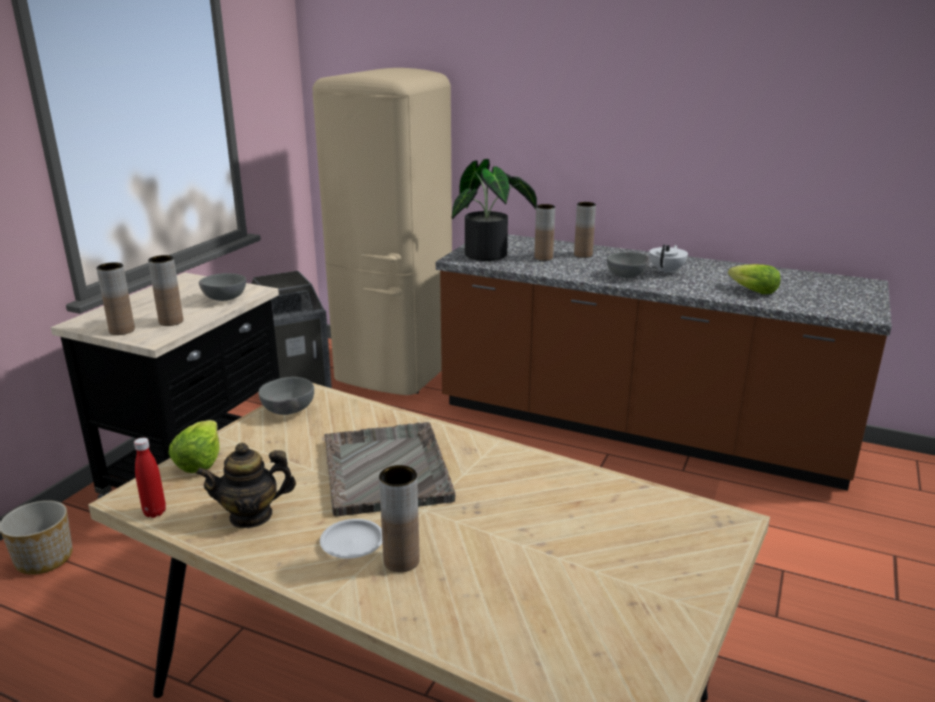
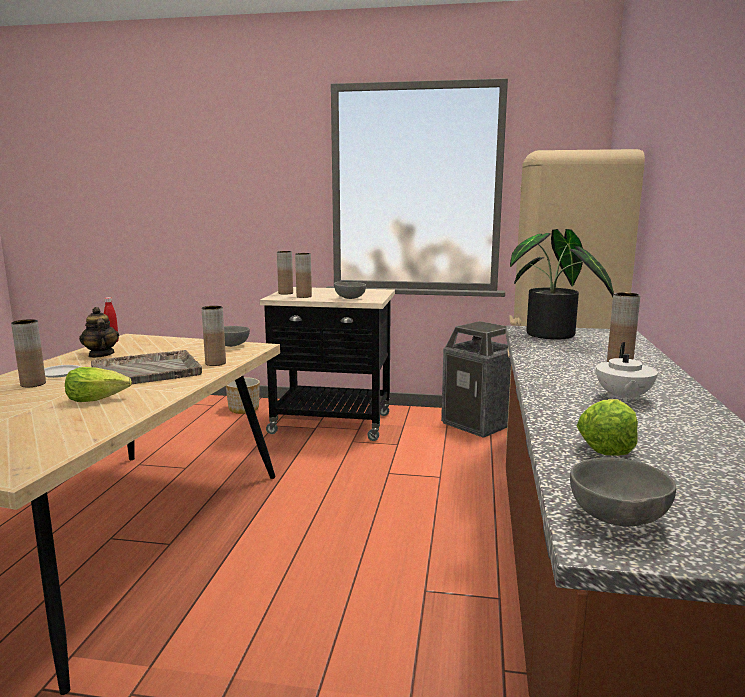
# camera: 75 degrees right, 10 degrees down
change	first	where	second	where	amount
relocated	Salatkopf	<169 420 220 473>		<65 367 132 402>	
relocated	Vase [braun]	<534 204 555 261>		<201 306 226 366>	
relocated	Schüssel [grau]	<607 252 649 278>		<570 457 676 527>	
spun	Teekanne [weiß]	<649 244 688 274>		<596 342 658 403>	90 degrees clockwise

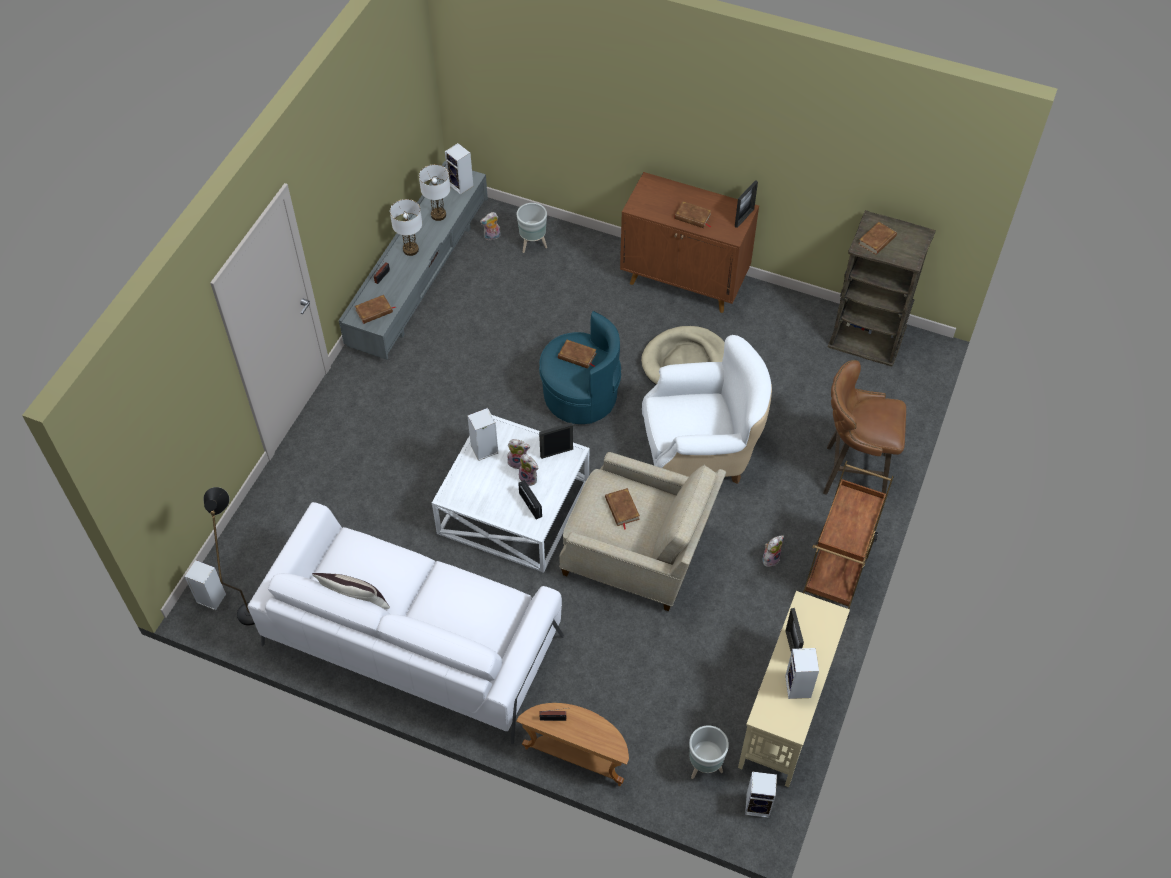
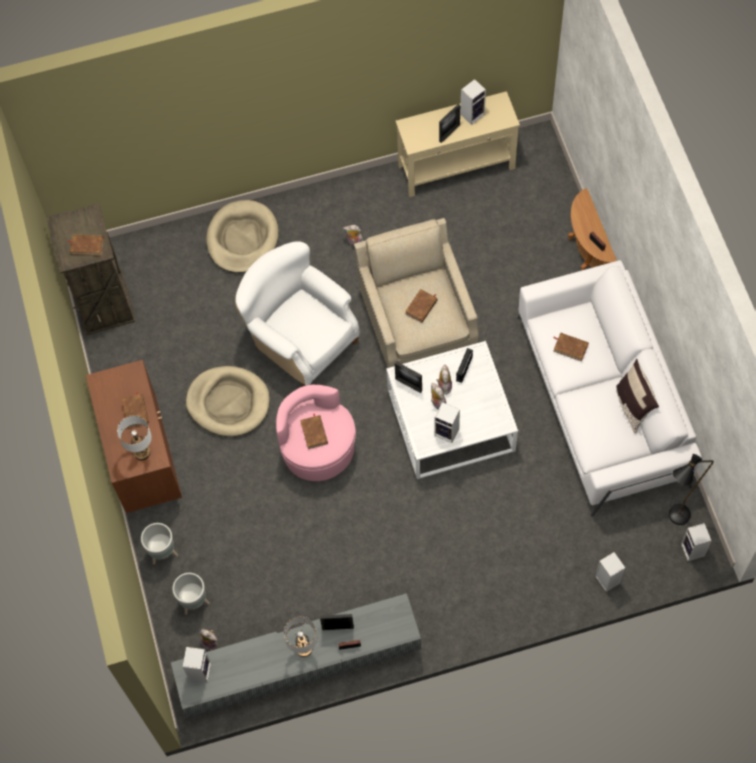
# camera: 125 degrees left, 10 degrees up
change	first	where	second	where	amount
missing	Rollwagen [braun]	<803 461 894 619>			
relocated	Buch [braun]	<355 295 396 324>		<553 333 589 361>	
relocated	Tischlampe	<419 164 450 221>		<117 415 152 460>	
relocated	Pflanzkübel [grau]	<689 725 729 779>		<141 523 178 564>	
relocated	Bilderrahmen	<735 180 758 228>		<320 614 354 630>	
relocated	Lautsprecher	<745 771 777 818>		<595 552 626 592>	
exchanged	Hocker [braun]	<823 360 906 495>	Hundebett [beige]	<206 200 279 273>	
colour	Sessel [türkis]	<539 311 621 424>	Sessel [rosa]	<276 385 356 481>	

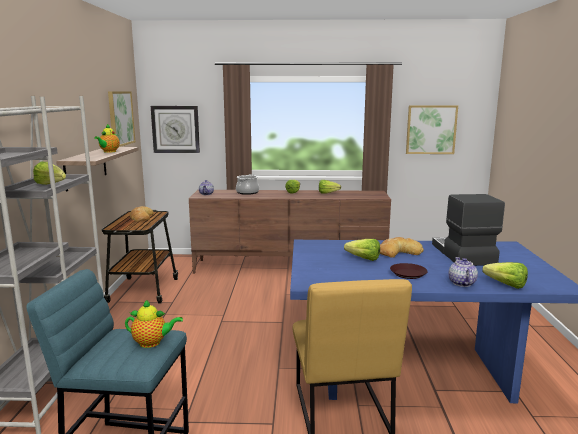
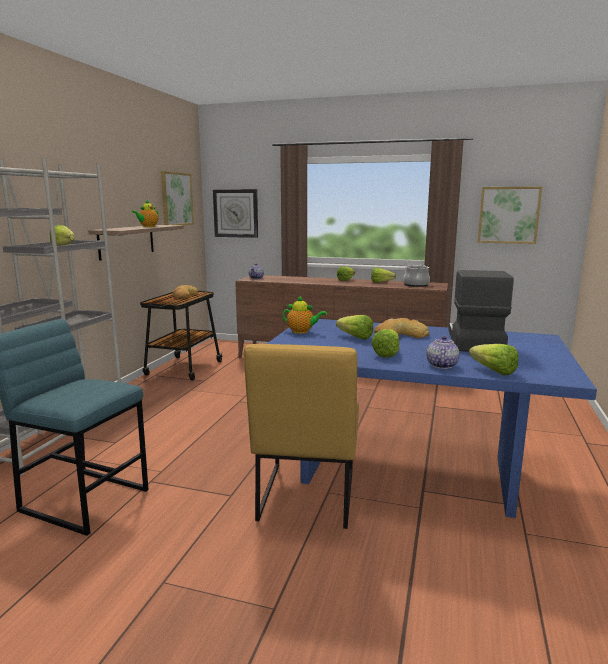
# camera: 15 degrees right, 0 degrees up
change	first	where	second	where	amount
relocated	Teekanne	<125 300 183 348>		<283 296 327 334>	
relocated	Kochtopf	<236 174 259 195>		<403 265 430 287>	
exchanged	Teller [braun]	<390 263 428 279>	Salatkopf	<371 329 399 358>	

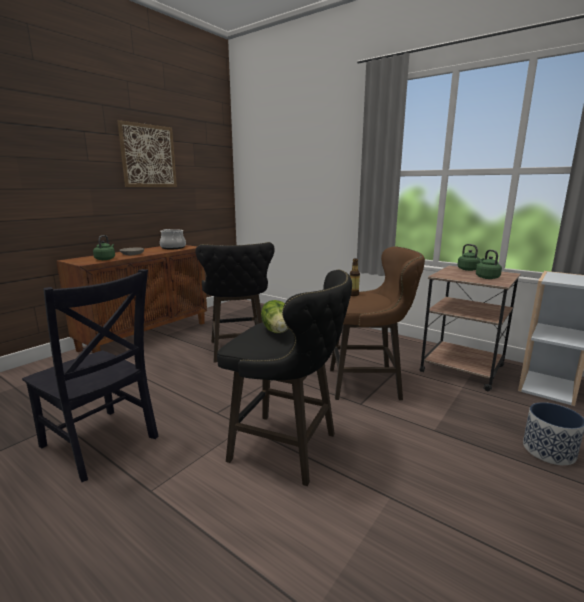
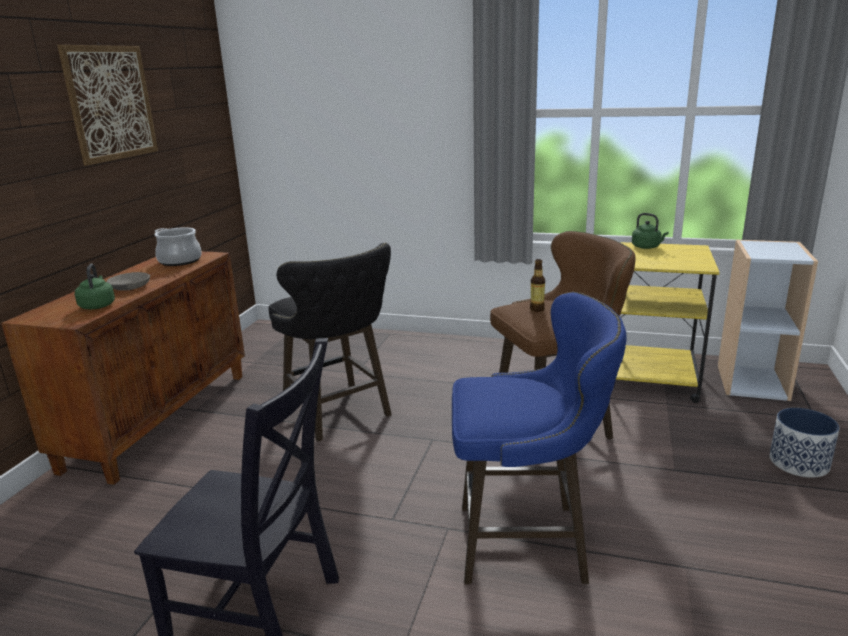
# camera: 20 degrees left, 5 degrees up
change	first	where	second	where	amount
missing	Salatkopf	<261 300 289 333>			
missing	Wasserkessel [grün]	<476 250 502 279>			
colour	Hocker [schwarz]	<217 269 352 486>	Hocker [blau]	<452 292 627 584>	
colour	Rollwagen [braun]	<419 266 521 391>	Rollwagen [gelb]	<616 242 720 403>	

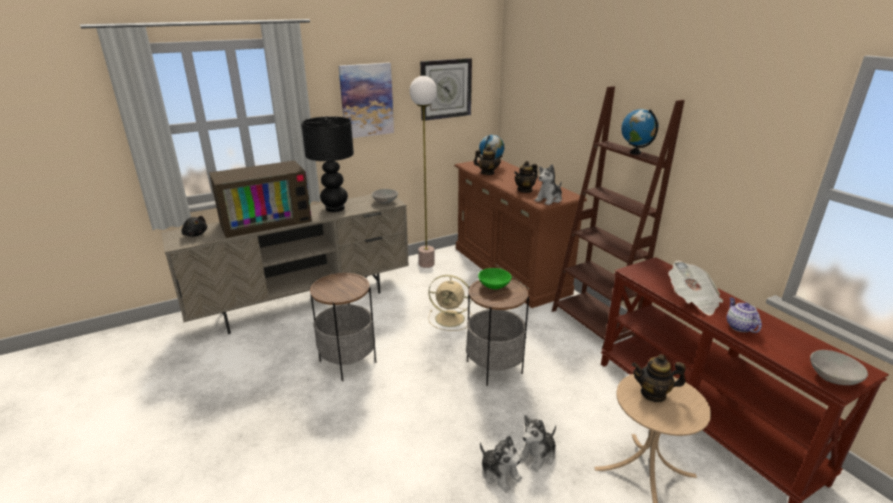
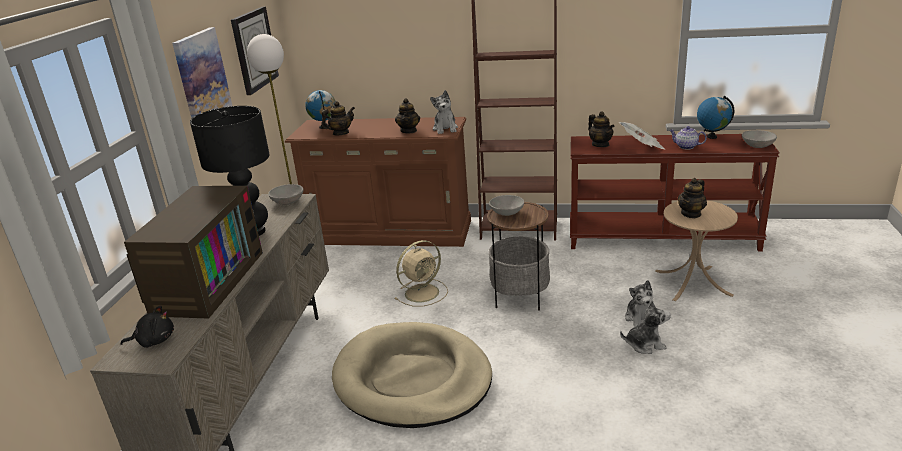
# camera: 50 degrees left, 0 degrees up
change	first	where	second	where	amount
appeared			Teekanne	<588 111 614 147>	
relocated	Globus	<621 109 659 154>		<697 96 734 139>	
exchanged	Beistelltisch	<310 272 376 381>	Hundebett [beige]	<332 322 492 428>	
colour	Schüssel [grün]	<478 268 512 289>	Schüssel [grau]	<489 195 524 216>	

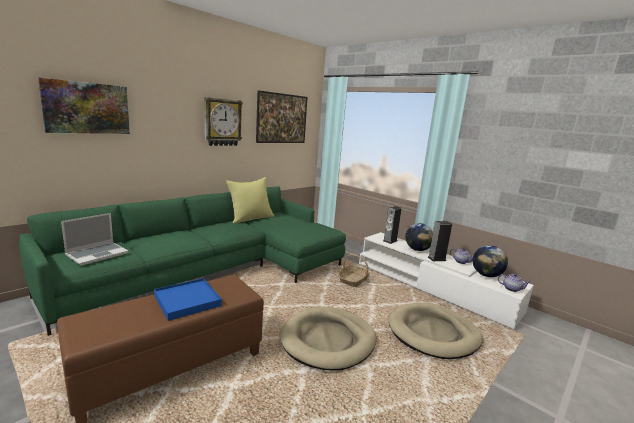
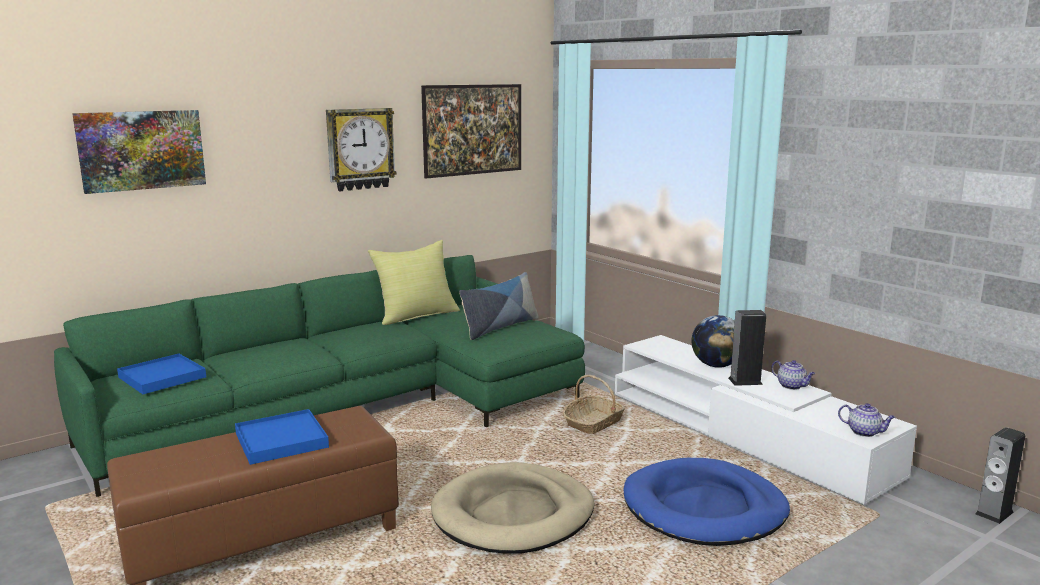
# camera: 10 degrees right, 0 degrees up
change	first	where	second	where	amount
missing	Globus	<472 245 508 277>			
appeared			Kissen	<459 272 539 340>	
relocated	Lautsprecher	<383 206 401 244>		<975 427 1025 524>	
exchanged	Laptop	<61 213 129 266>	Tablett [blau]	<117 354 206 394>	
colour	Hundebett [beige]	<388 303 483 359>	Hundebett [blau]	<624 458 790 546>	

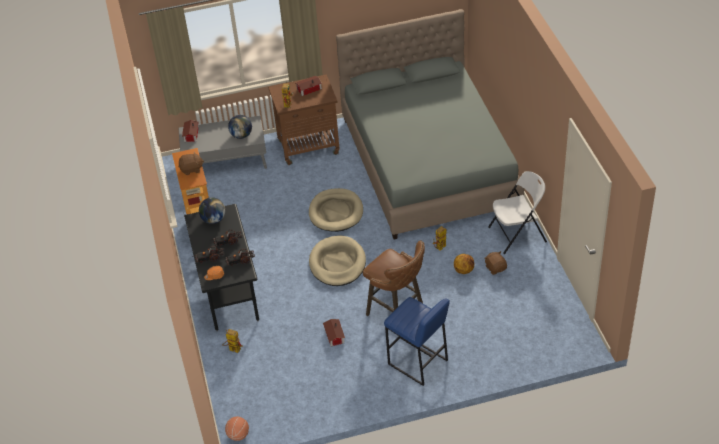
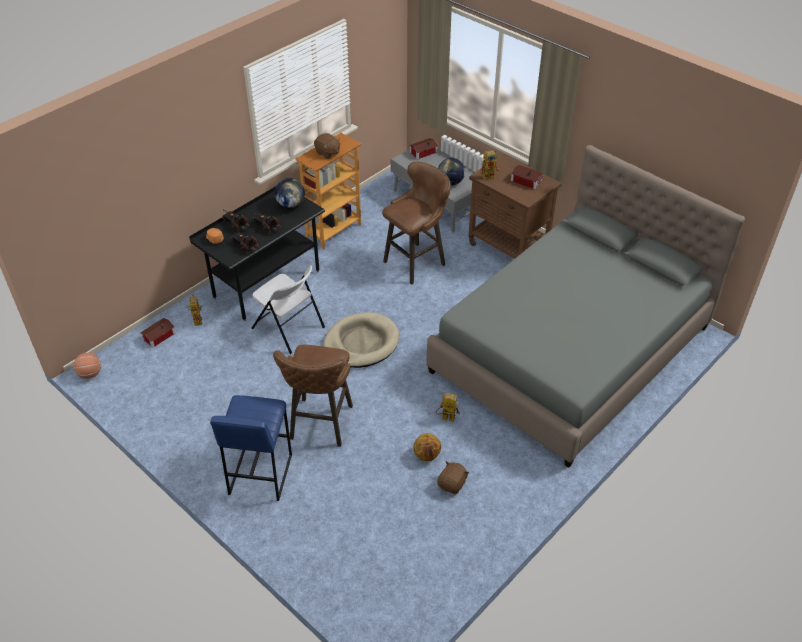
# camera: 55 degrees right, 0 degrees up
change	first	where	second	where	amount
missing	Hundebett [beige]	<309 188 363 232>			
appeared			Hocker [braun]	<382 162 451 285>	
relocated	Spielzeughaus	<323 319 345 347>		<140 318 175 348>	
relocated	Stuhl [weiß]	<488 171 547 254>		<252 265 325 354>	

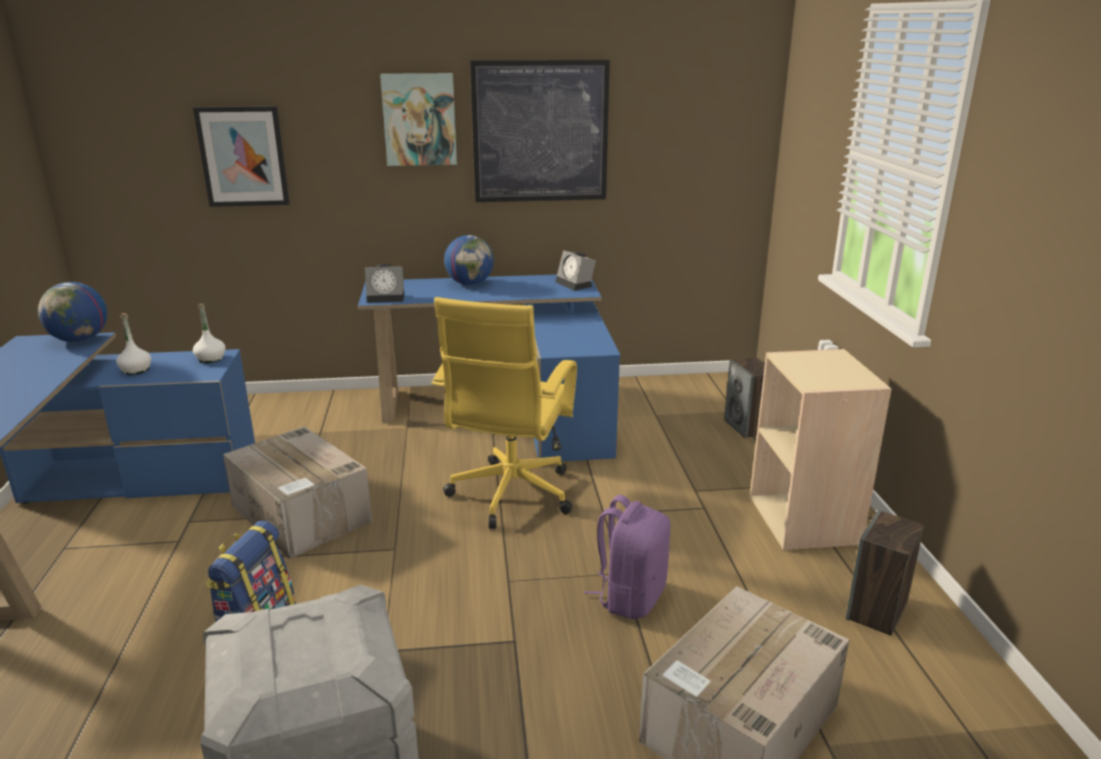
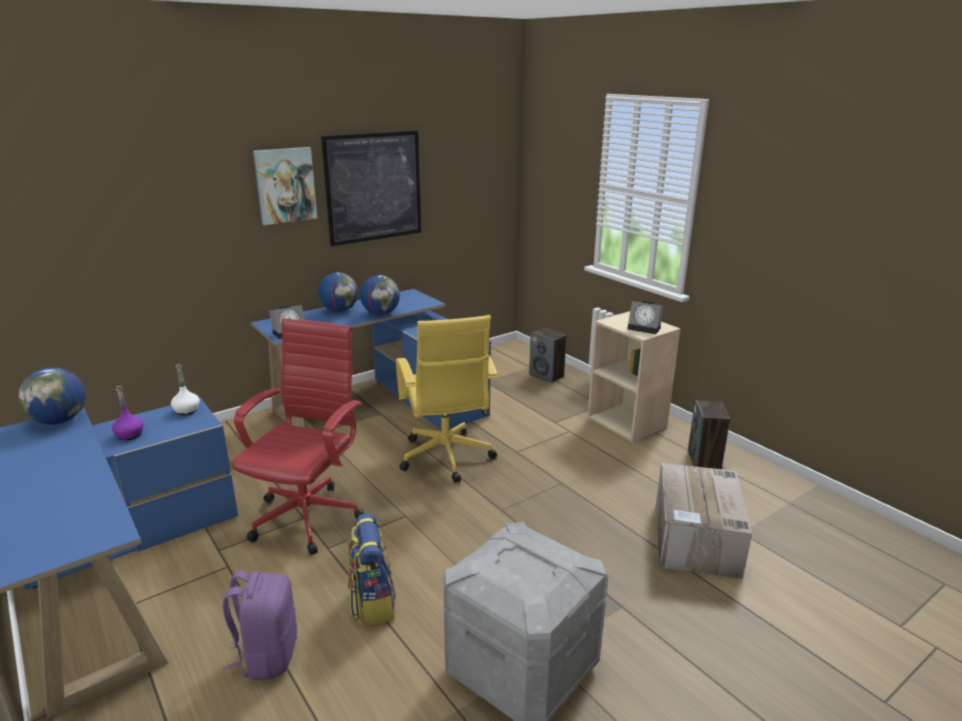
# camera: 30 degrees left, 0 degrees up
change	first	where	second	where	amount
missing	Bild	<193 106 290 207>			
appeared			Globus	<360 275 400 315>	
relocated	Wecker	<555 250 596 291>		<627 301 664 334>	
relocated	Rucksack [lila]	<584 495 670 619>		<223 570 297 680>	
exchanged	Karton	<223 426 372 559>	Bürostuhl [rot]	<231 318 364 555>	
colour	Flasche [weiß]	<116 313 151 375>	Flasche [lila]	<112 386 144 440>	

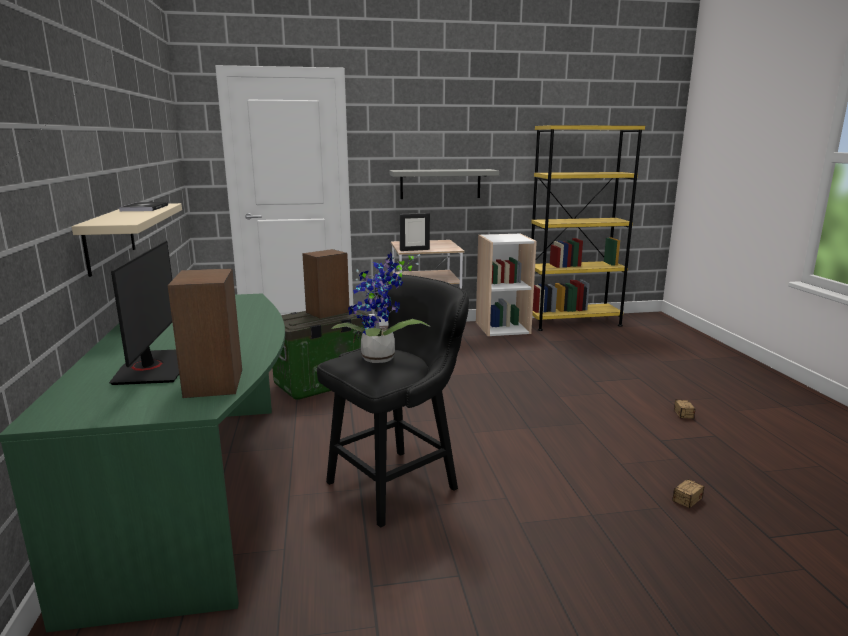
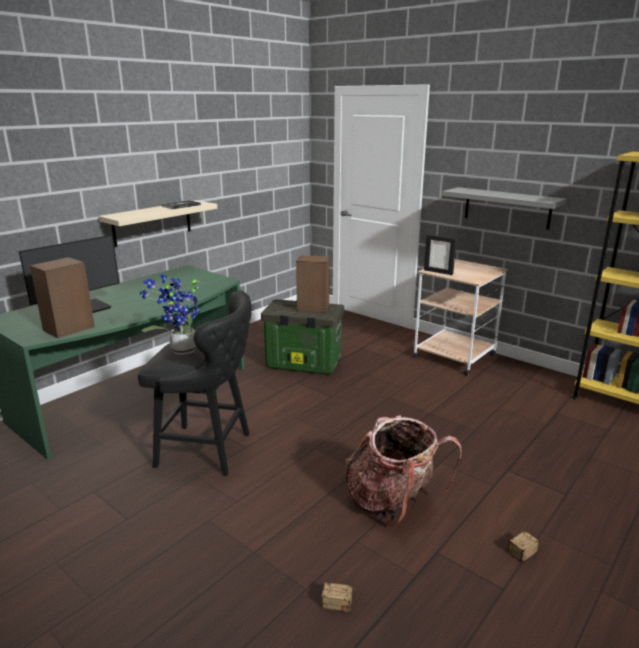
# camera: 50 degrees right, 5 degrees up
change	first	where	second	where	amount
missing	Bücherregal	<476 234 537 336>			
appeared			Rucksack	<345 415 462 527>	

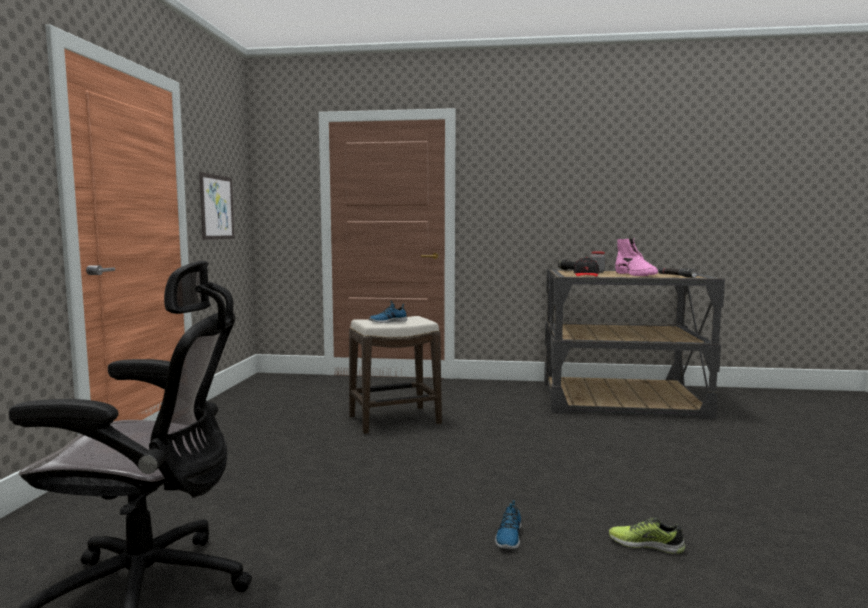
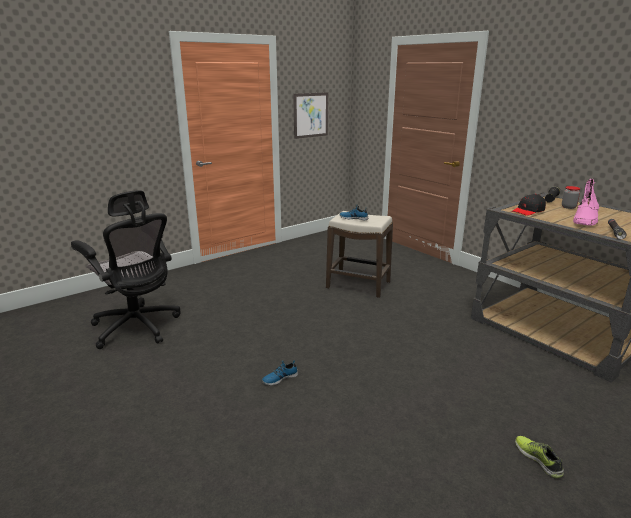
# camera: 45 degrees right, 15 degrees up
change	first	where	second	where	amount
relocated	Schuh	<609 517 685 554>		<515 436 564 478>	

